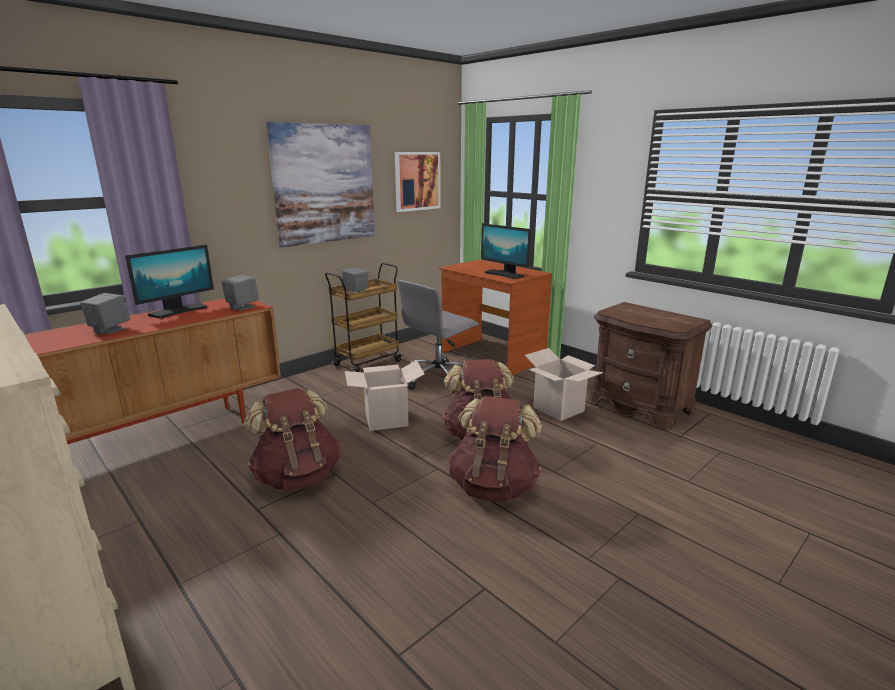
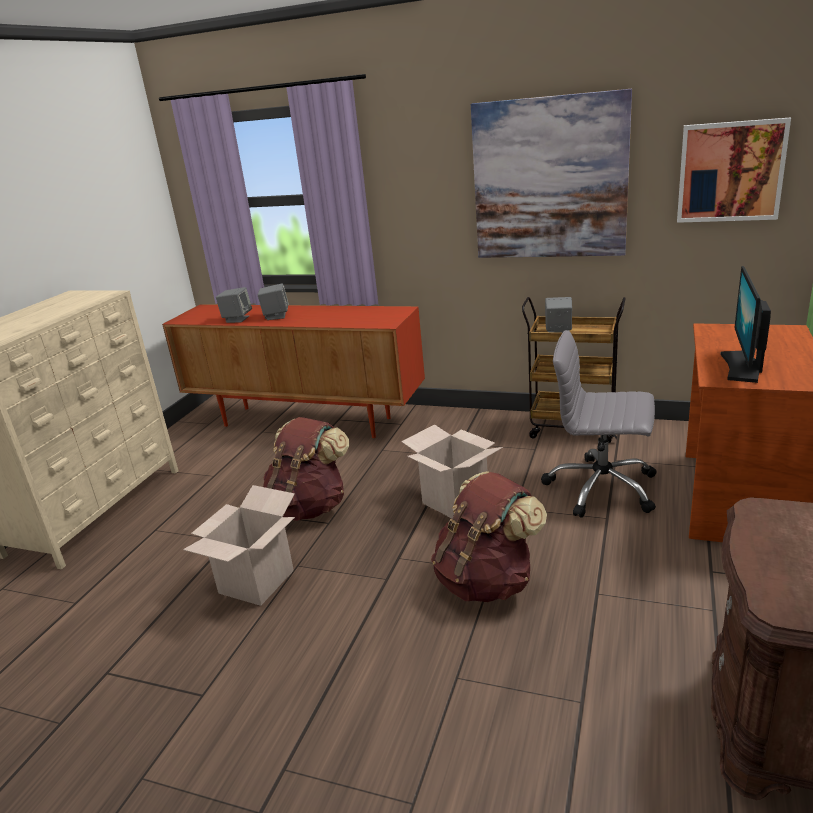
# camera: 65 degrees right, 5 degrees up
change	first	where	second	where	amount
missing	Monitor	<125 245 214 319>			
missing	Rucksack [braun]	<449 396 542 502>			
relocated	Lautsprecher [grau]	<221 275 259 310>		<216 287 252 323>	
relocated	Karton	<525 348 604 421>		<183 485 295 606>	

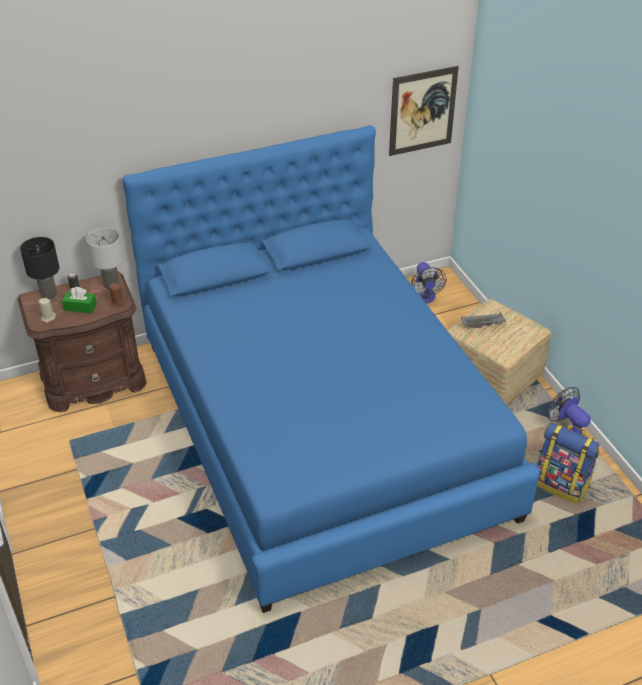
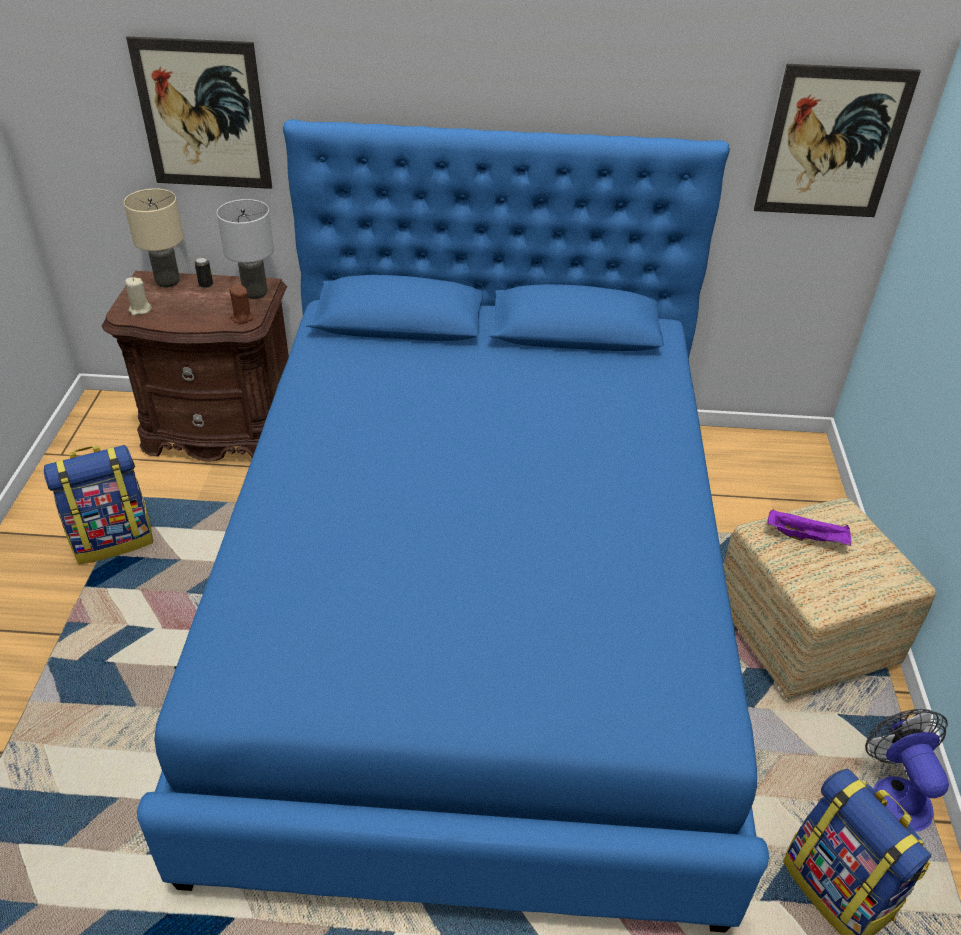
# camera: 25 degrees right, 0 degrees up
change	first	where	second	where	amount
missing	Taschentuchbox [grün]	<62 287 97 313>			
missing	Ventilator	<411 262 447 304>			
appeared			Rucksack	<44 445 153 564>	
appeared			Bild	<126 36 272 189>	
colour	Tischlampe [schwarz]	<20 237 59 299>	Tischlampe [beige]	<124 188 184 287>	
colour	Tablett [grau]	<461 312 506 328>	Tablett [lila]	<767 509 851 546>	

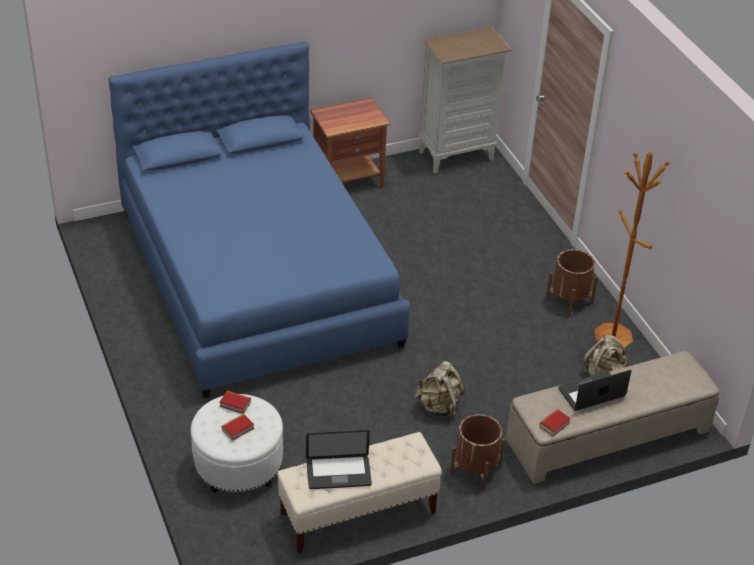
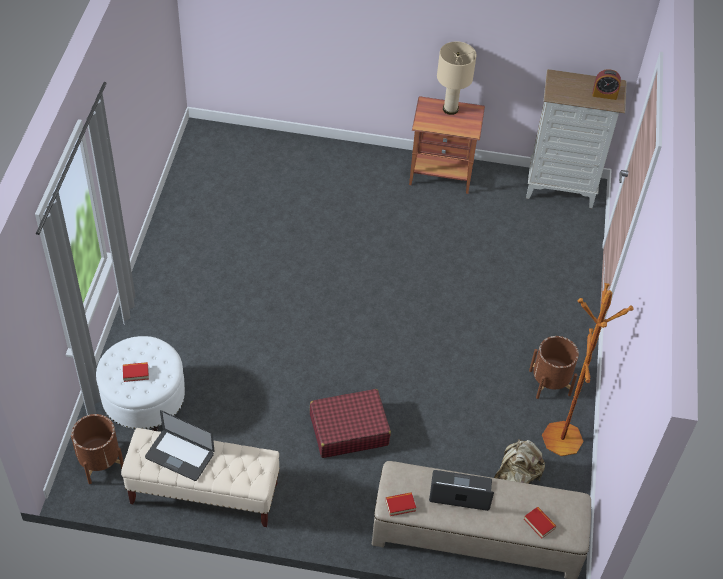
# camera: 30 degrees right, 10 degrees up
change	first	where	second	where	amount
missing	Bett [blau]	<109 41 410 398>			
appeared			Tischlampe [beige]	<437 41 477 115>	
appeared			Wecker	<592 69 621 100>	
relocated	Buch	<220 391 251 414>		<524 507 556 539>	
relocated	Pflanzkübel [braun]	<450 414 505 490>		<71 414 124 484>	
exchanged	Rucksack [beige]	<415 361 465 419>	Koffer [rot]	<310 389 391 458>	

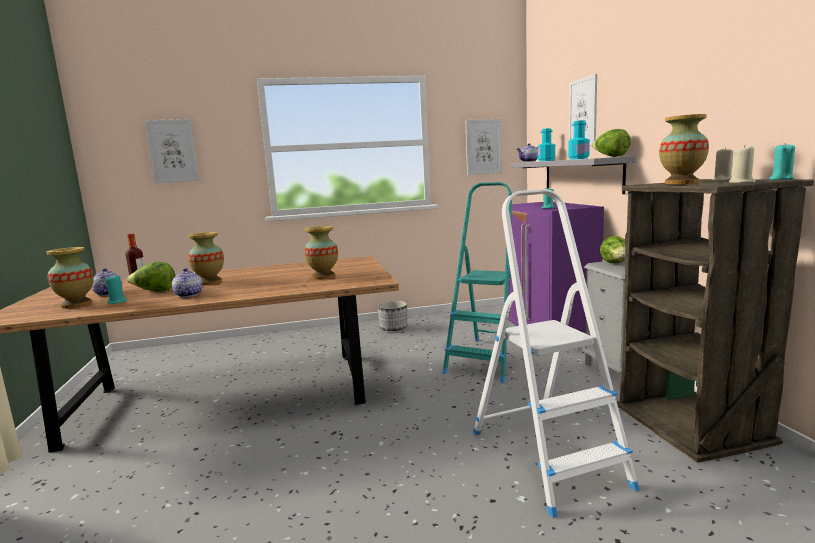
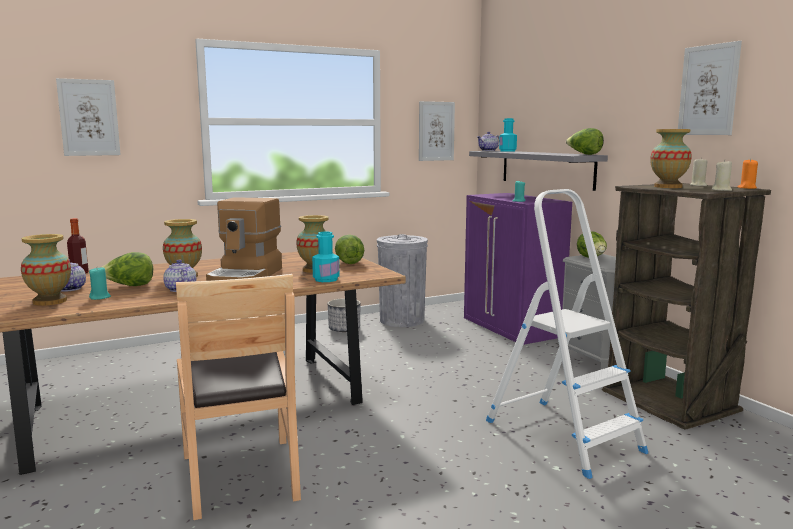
# camera: 15 degrees left, 0 degrees up
change	first	where	second	where	amount
missing	Trittleiter [türkis]	<442 182 512 383>			
appeared			Stuhl [braun]	<176 274 301 520>	
appeared			Kaffeemaschine	<206 197 282 281>	
appeared			Salatkopf	<335 235 364 264>	
appeared			Mülleimer [grau]	<377 234 428 327>	
relocated	Flasche [türkis]	<568 120 590 160>		<312 232 339 282>	
relocated	Bild	<569 74 597 146>		<678 41 742 135>	
colour	Kerze [türkis]	<769 145 795 180>	Kerze [orange]	<738 158 758 189>	

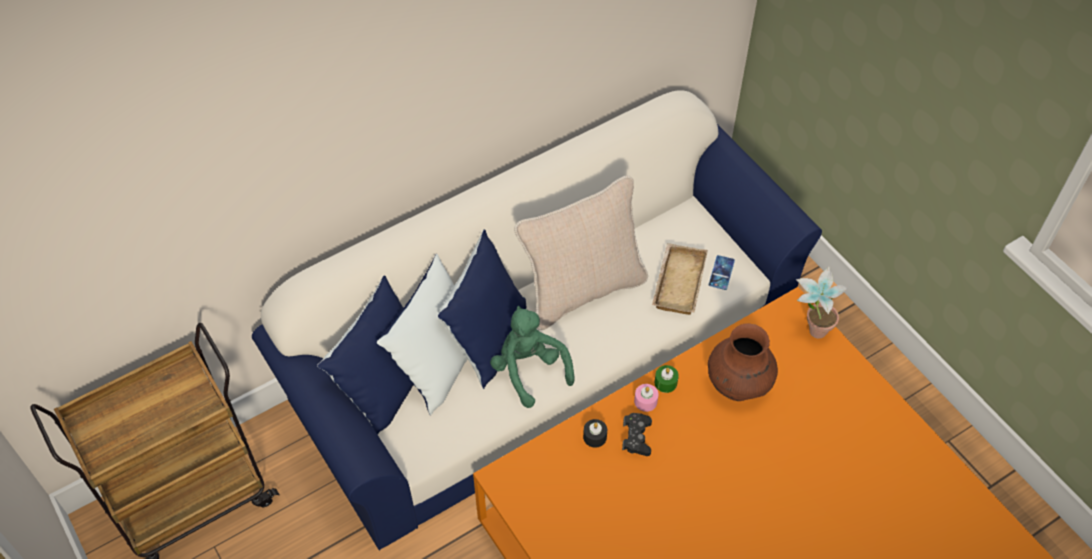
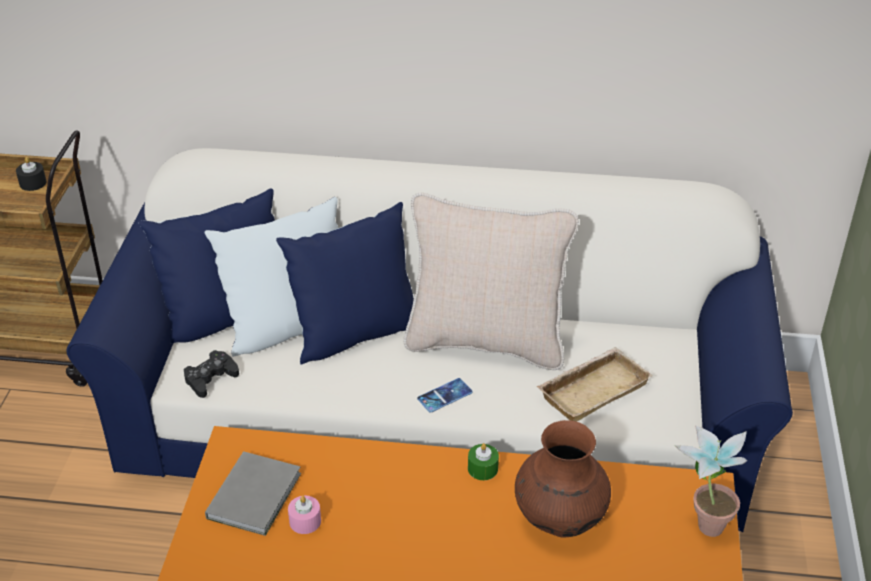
# camera: 40 degrees right, 15 degrees down
change	first	where	second	where	amount
missing	Plüschtier [grün]	<490 306 575 408>			
appeared			Buch [grau]	<205 451 301 536>	
relocated	Kerze [schwarz]	<583 419 607 448>		<16 157 46 191>	
relocated	Gamepad [schwarz]	<622 413 652 456>		<184 350 239 398>	
relocated	Kerze [rosa]	<634 384 658 412>		<288 496 321 534>	
relocated	Handy	<708 255 735 290>		<417 378 473 413>	

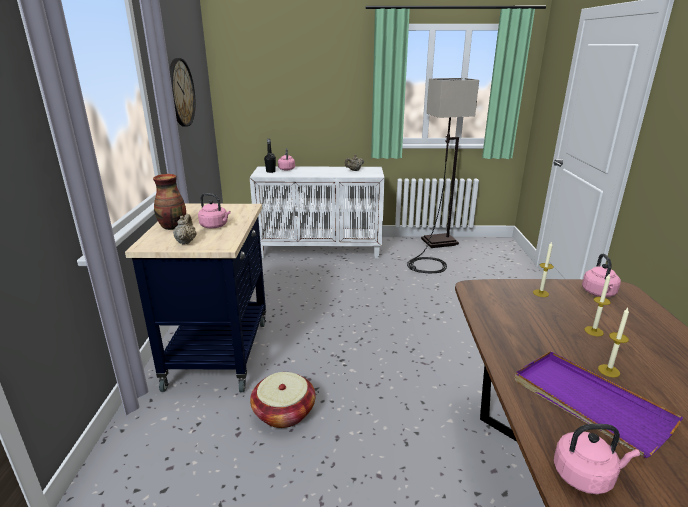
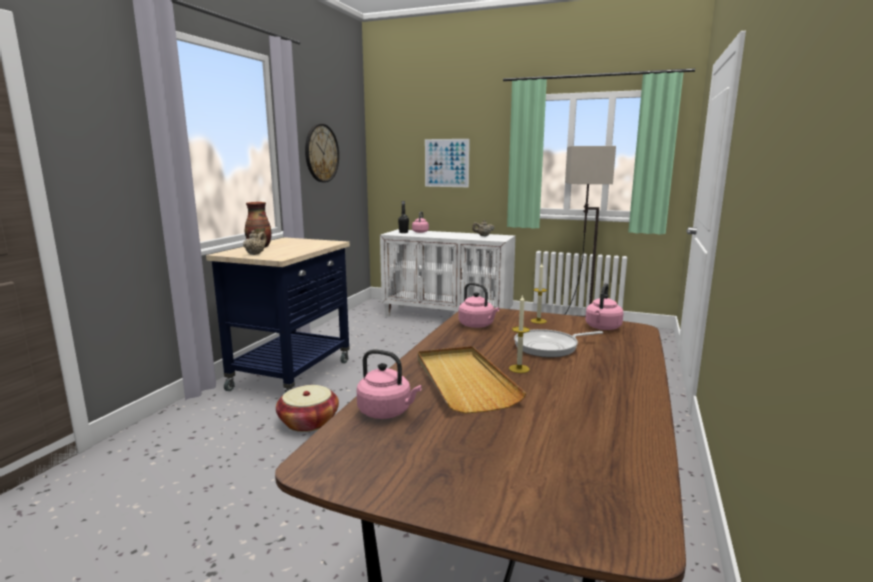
# camera: 20 degrees right, 10 degrees down
change	first	where	second	where	amount
appeared			Bild	<425 139 470 187>	
relocated	Wasserkessel [rosa]	<198 193 231 228>		<459 282 499 328>	
exchanged	Kerze	<584 273 611 336>	Pfanne	<514 329 603 357>	
colour	Tablett [lila]	<515 351 683 458>	Tablett [beige]	<418 346 526 414>	

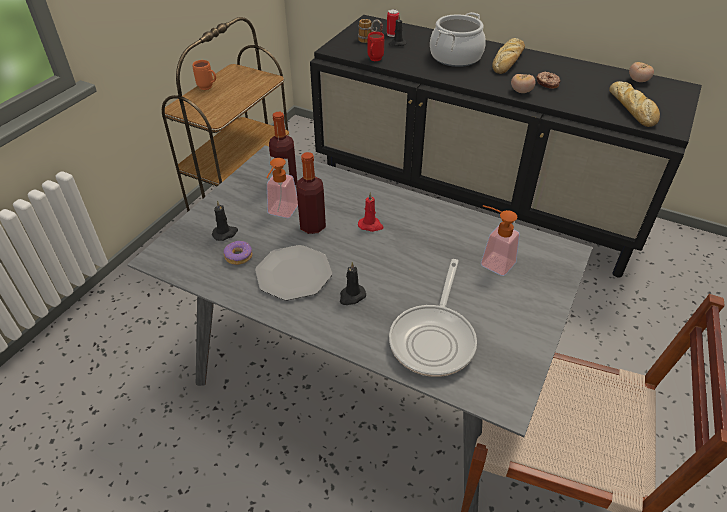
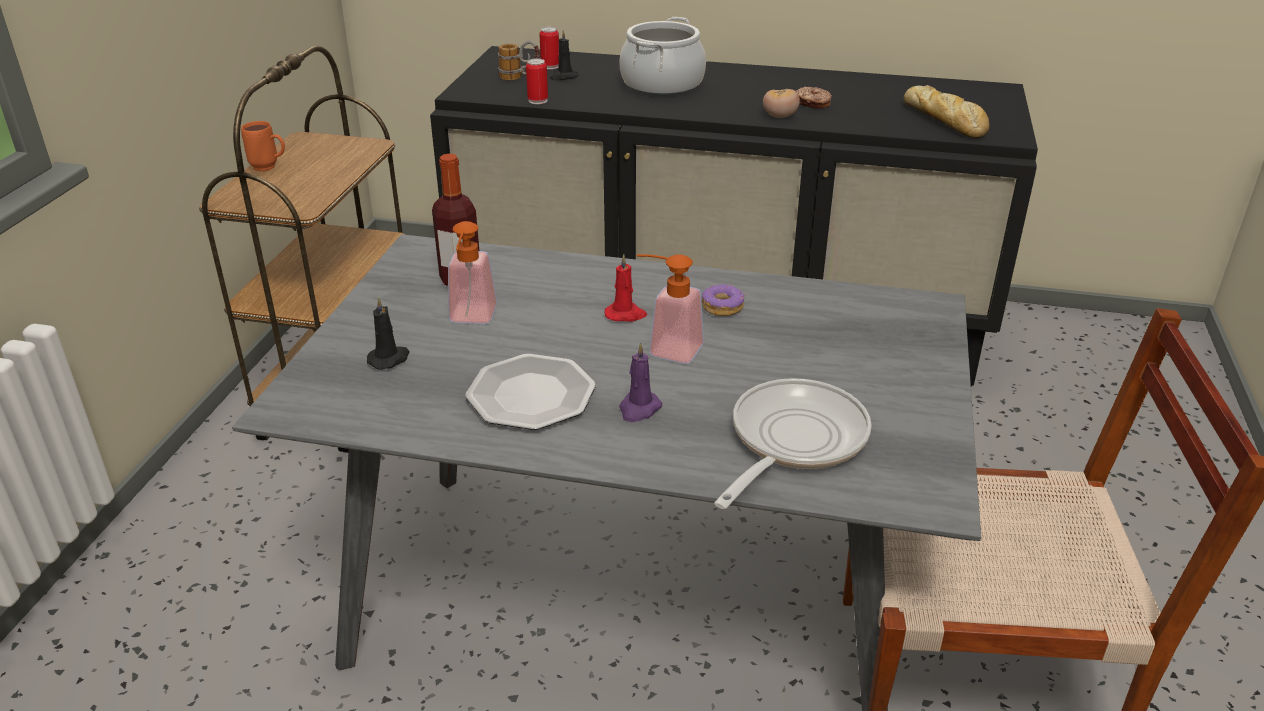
# camera: 15 degrees left, 10 degrees down
change	first	where	second	where	amount
missing	Flasche	<296 152 326 234>			
missing	Brot	<492 38 525 74>			
missing	Tomate	<629 62 654 82>			
relocated	Donut	<224 241 252 265>		<702 284 745 316>	
relocated	Seifenspender	<481 205 520 276>		<637 254 704 364>	
exchanged	Henkelbecher [rot]	<368 32 384 61>	Dose	<526 58 548 104>	
colour	Kerze [schwarz]	<340 262 366 305>	Kerze [lila]	<619 342 662 422>	
spun	Pfanne	<389 259 477 377>		<714 378 872 509>	150 degrees counterclockwise

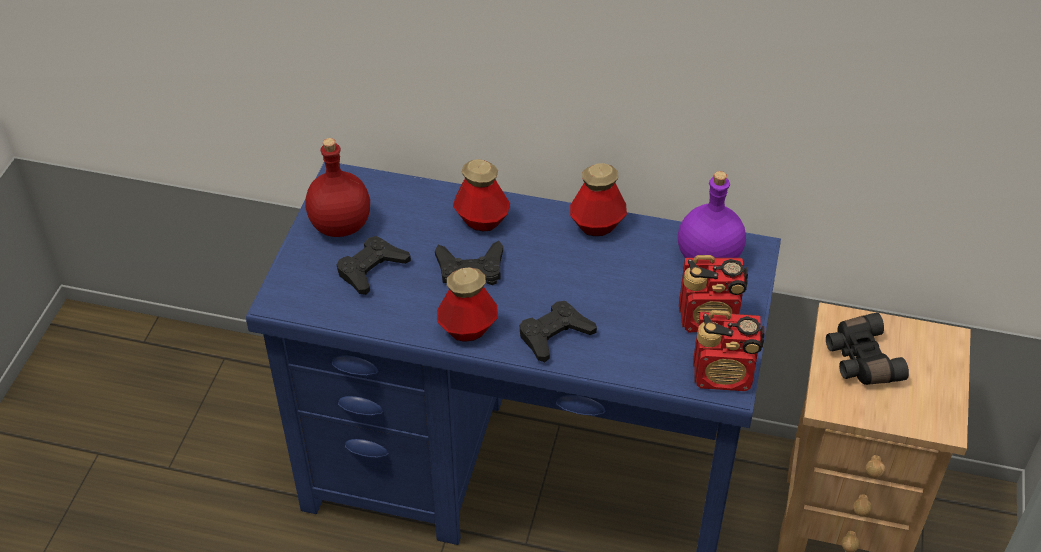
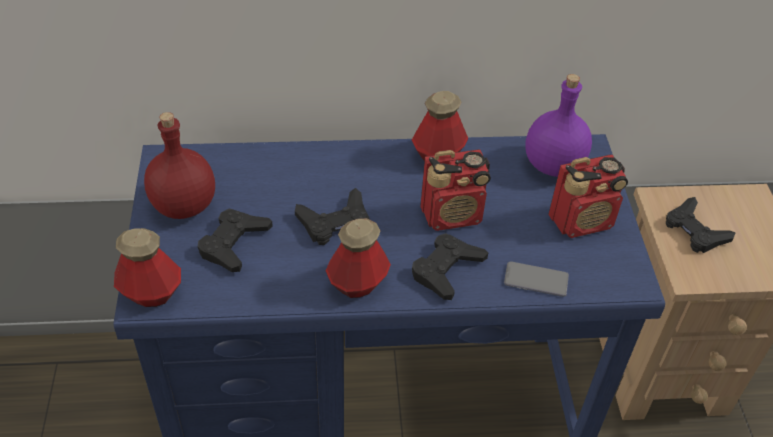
# camera: 20 degrees left, 0 degrees up
change	first	where	second	where	amount
appeared			Handy	<504 261 569 297>	
relocated	Flasche	<453 159 510 231>		<114 228 181 307>	
relocated	Radio	<693 310 765 391>		<420 149 491 231>	
exchanged	Fernglas [schwarz]	<826 313 909 385>	Gamepad [schwarz]	<666 197 736 253>	

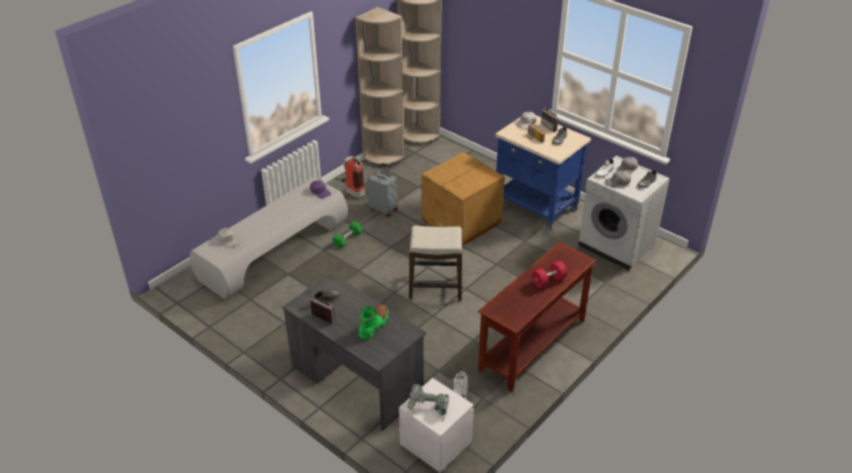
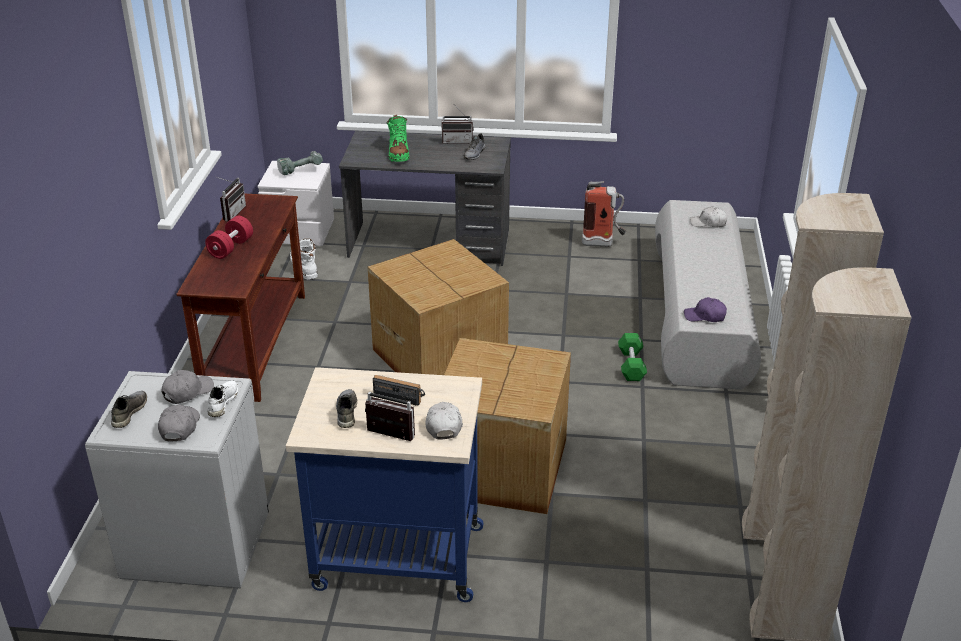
# camera: 145 degrees right, 5 degrees down
change	first	where	second	where	amount
missing	Koffer [grau]	<367 163 398 217>			
appeared			Radio	<217 177 246 221>	
relocated	Feuerlöscher	<342 155 365 198>		<582 181 626 247>	
exchanged	Hocker	<409 225 462 301>	Karton	<367 239 509 375>	

